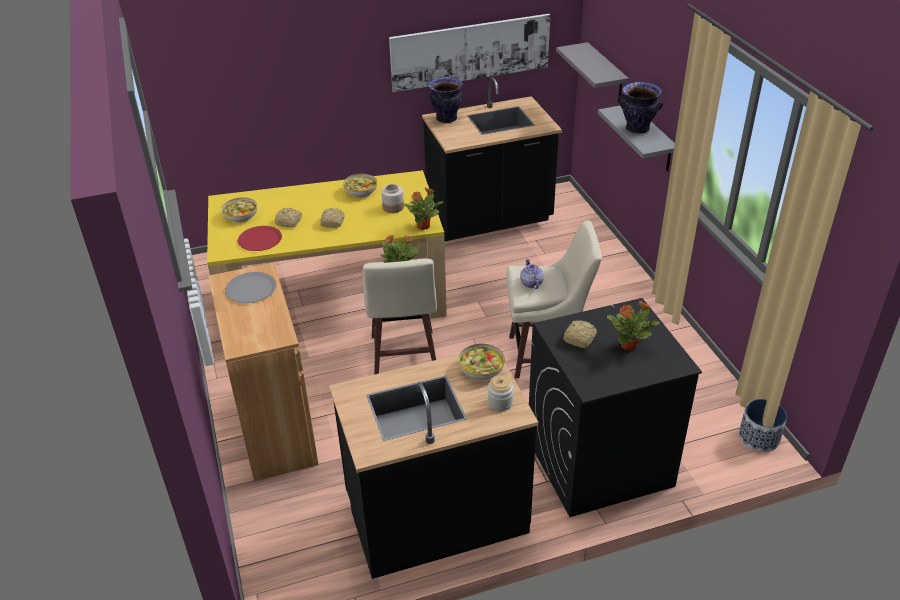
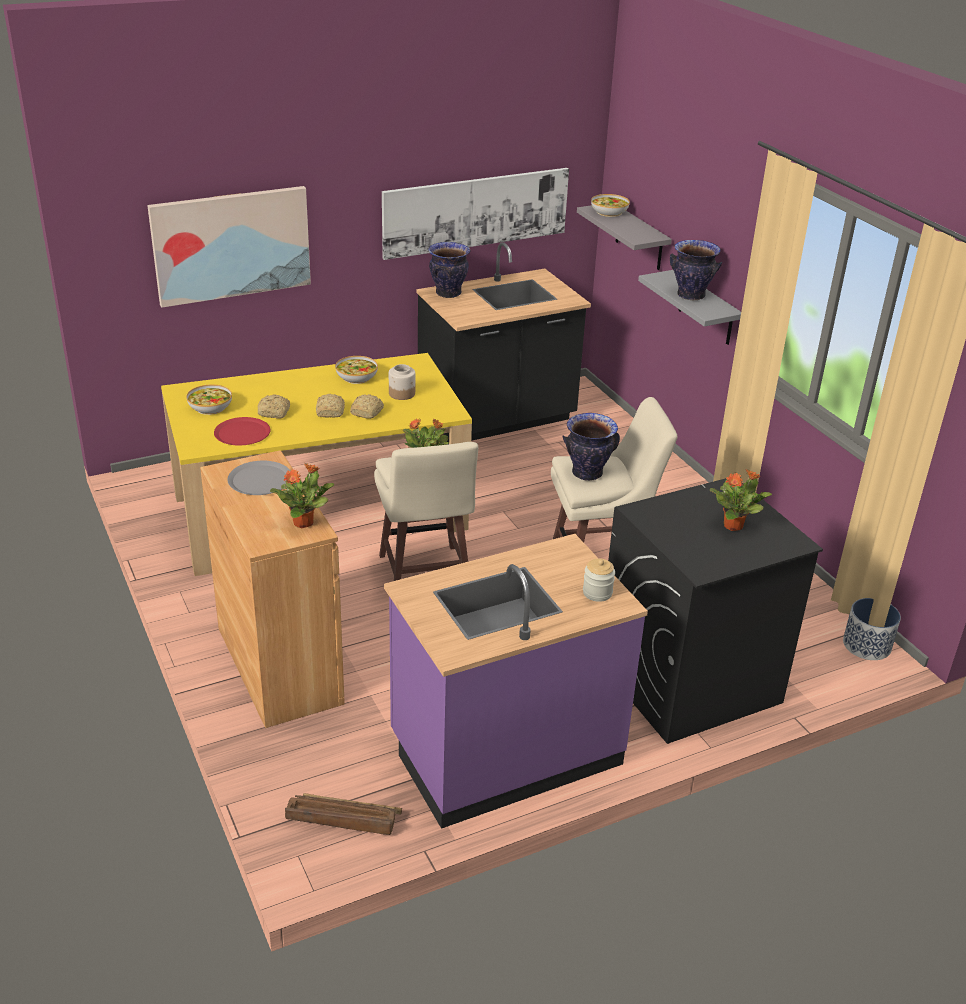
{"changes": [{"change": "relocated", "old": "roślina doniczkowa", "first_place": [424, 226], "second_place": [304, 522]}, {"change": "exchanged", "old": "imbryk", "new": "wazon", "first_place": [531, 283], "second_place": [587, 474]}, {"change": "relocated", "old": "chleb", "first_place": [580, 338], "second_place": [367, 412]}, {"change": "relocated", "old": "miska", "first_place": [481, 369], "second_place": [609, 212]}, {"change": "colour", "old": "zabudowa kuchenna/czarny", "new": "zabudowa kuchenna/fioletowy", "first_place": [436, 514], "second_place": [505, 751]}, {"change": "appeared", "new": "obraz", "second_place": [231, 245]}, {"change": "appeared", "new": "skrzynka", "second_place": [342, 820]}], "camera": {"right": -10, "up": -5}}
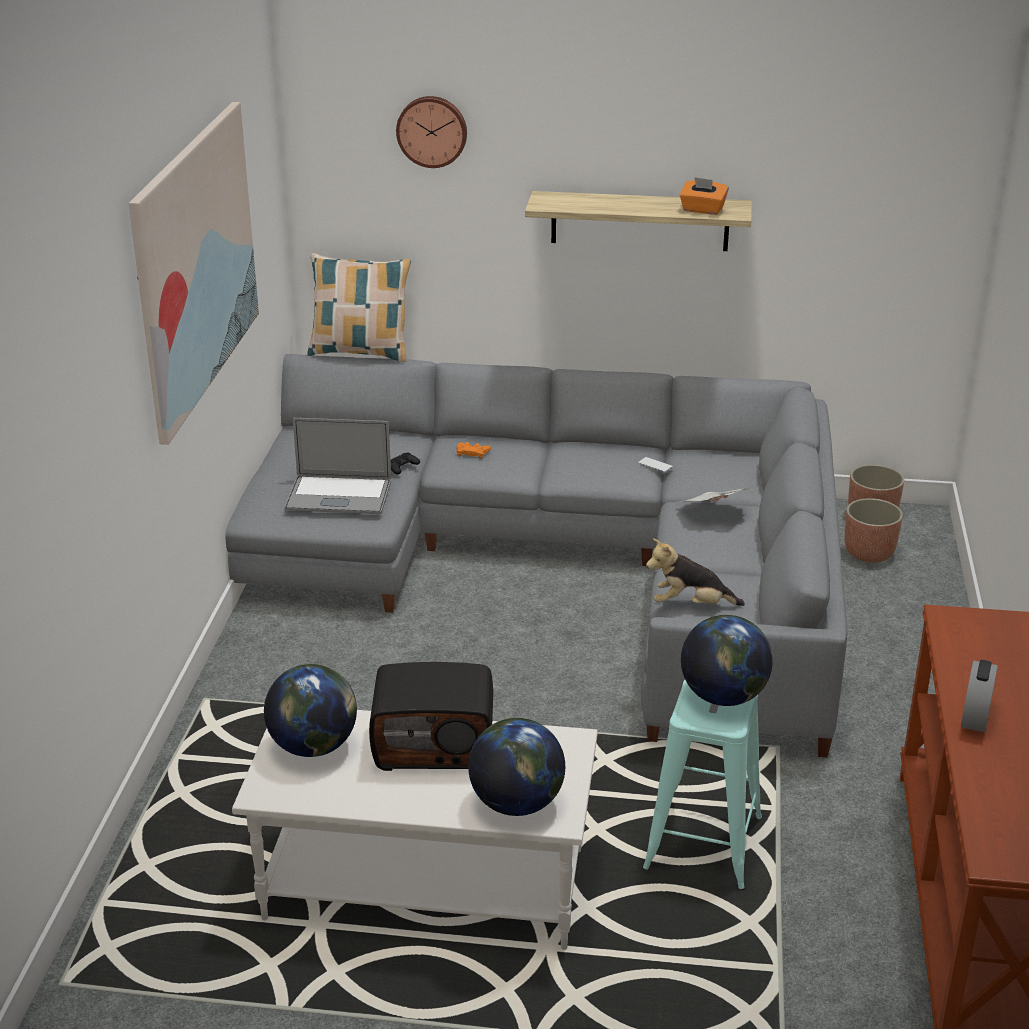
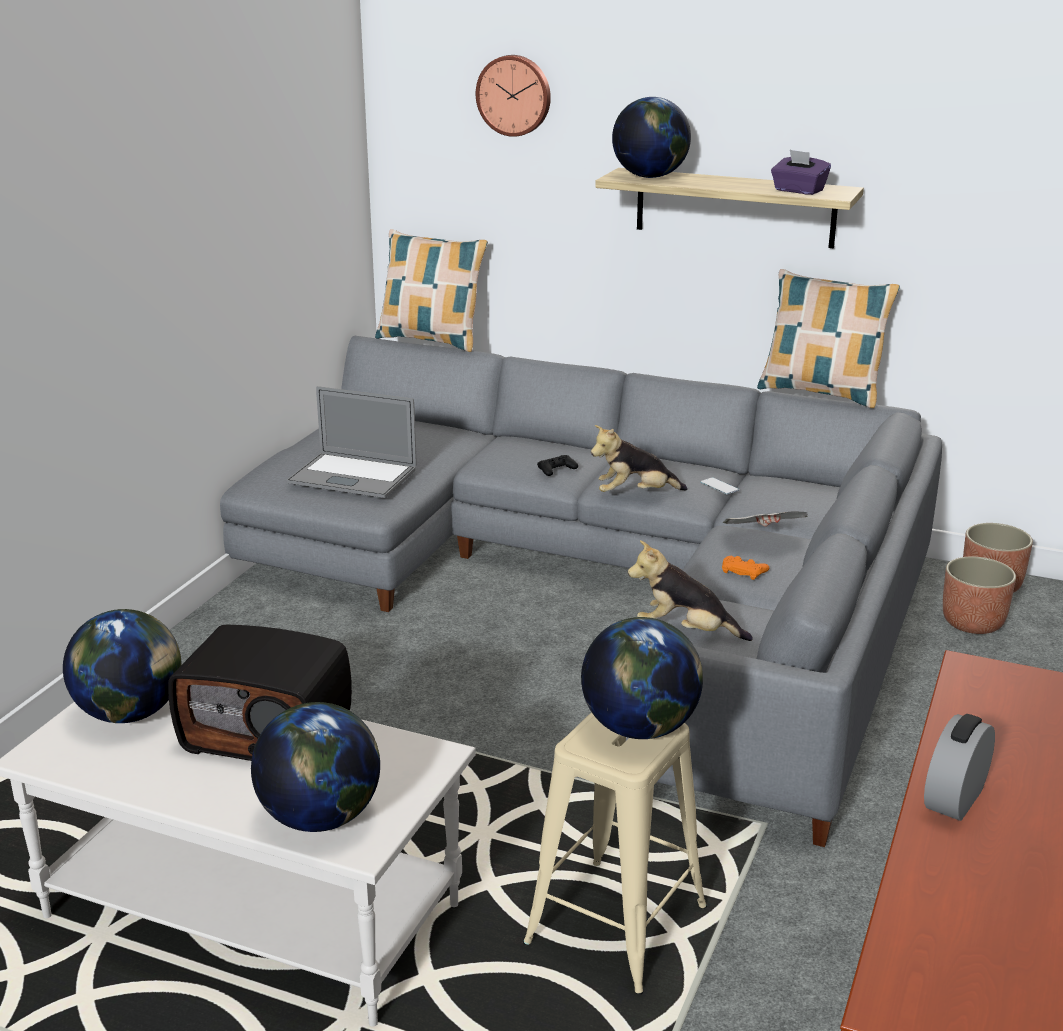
{"changes": [{"change": "missing", "old": "obraz", "first_place": [195, 264]}, {"change": "colour", "old": "pudełko chusteczek/pomarańczowy", "new": "pudełko chusteczek/fioletowy", "first_place": [702, 210], "second_place": [798, 191]}, {"change": "relocated", "old": "pad do gier/pomarańczowy", "first_place": [472, 452], "second_place": [743, 571]}, {"change": "relocated", "old": "pad do gier/czarny", "first_place": [402, 467], "second_place": [556, 469]}, {"change": "colour", "old": "stołek/turkusowy", "new": "stołek/beżowy", "first_place": [703, 843], "second_place": [616, 925]}, {"change": "appeared", "new": "globus", "second_place": [650, 177]}, {"change": "appeared", "new": "poduszka", "second_place": [821, 393]}, {"change": "appeared", "new": "pluszak", "second_place": [635, 494]}], "camera": {"right": 15, "up": -5}}
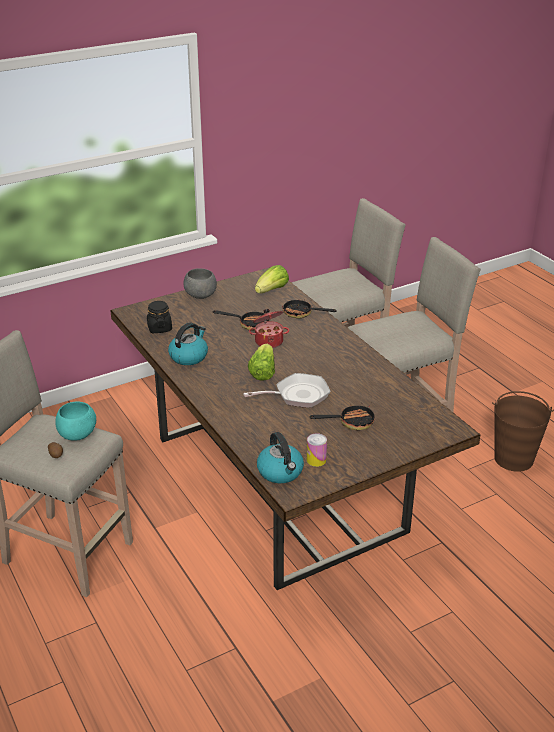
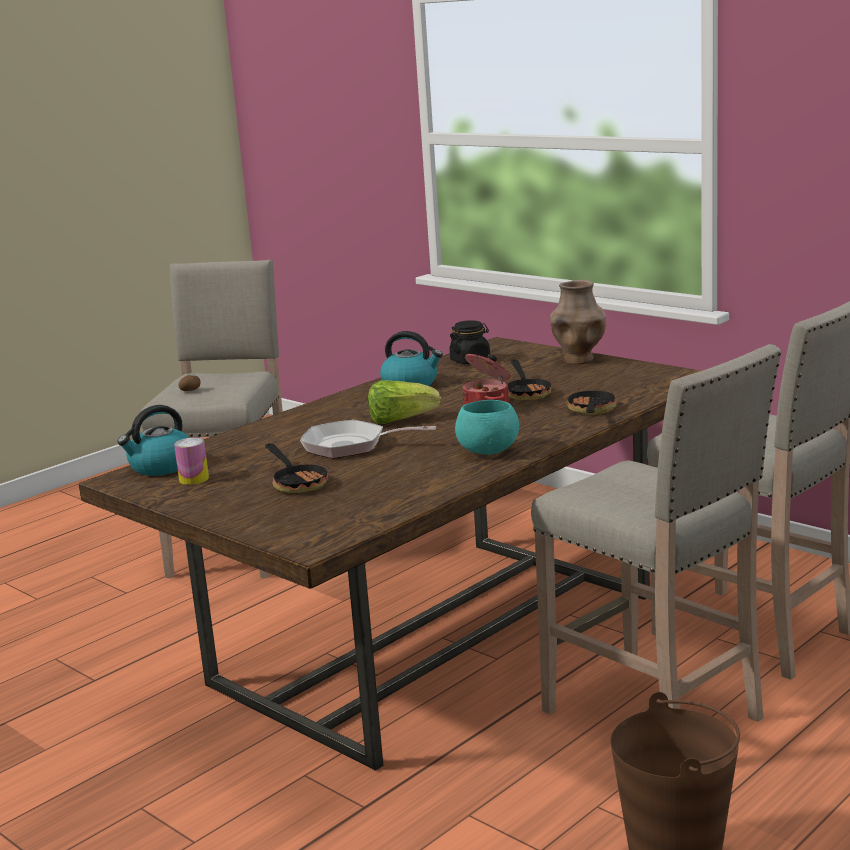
{"changes": [{"change": "missing", "old": "sałata", "first_place": [272, 290]}, {"change": "exchanged", "old": "miska/szary", "new": "wazon/brązowy", "first_place": [200, 296], "second_place": [578, 360]}, {"change": "spun", "old": "patelnia", "first_place": [297, 395], "second_place": [351, 446], "degrees": 135}, {"change": "relocated", "old": "miska/turkusowy", "first_place": [78, 435], "second_place": [489, 452]}], "camera": {"right": 75, "up": -15}}
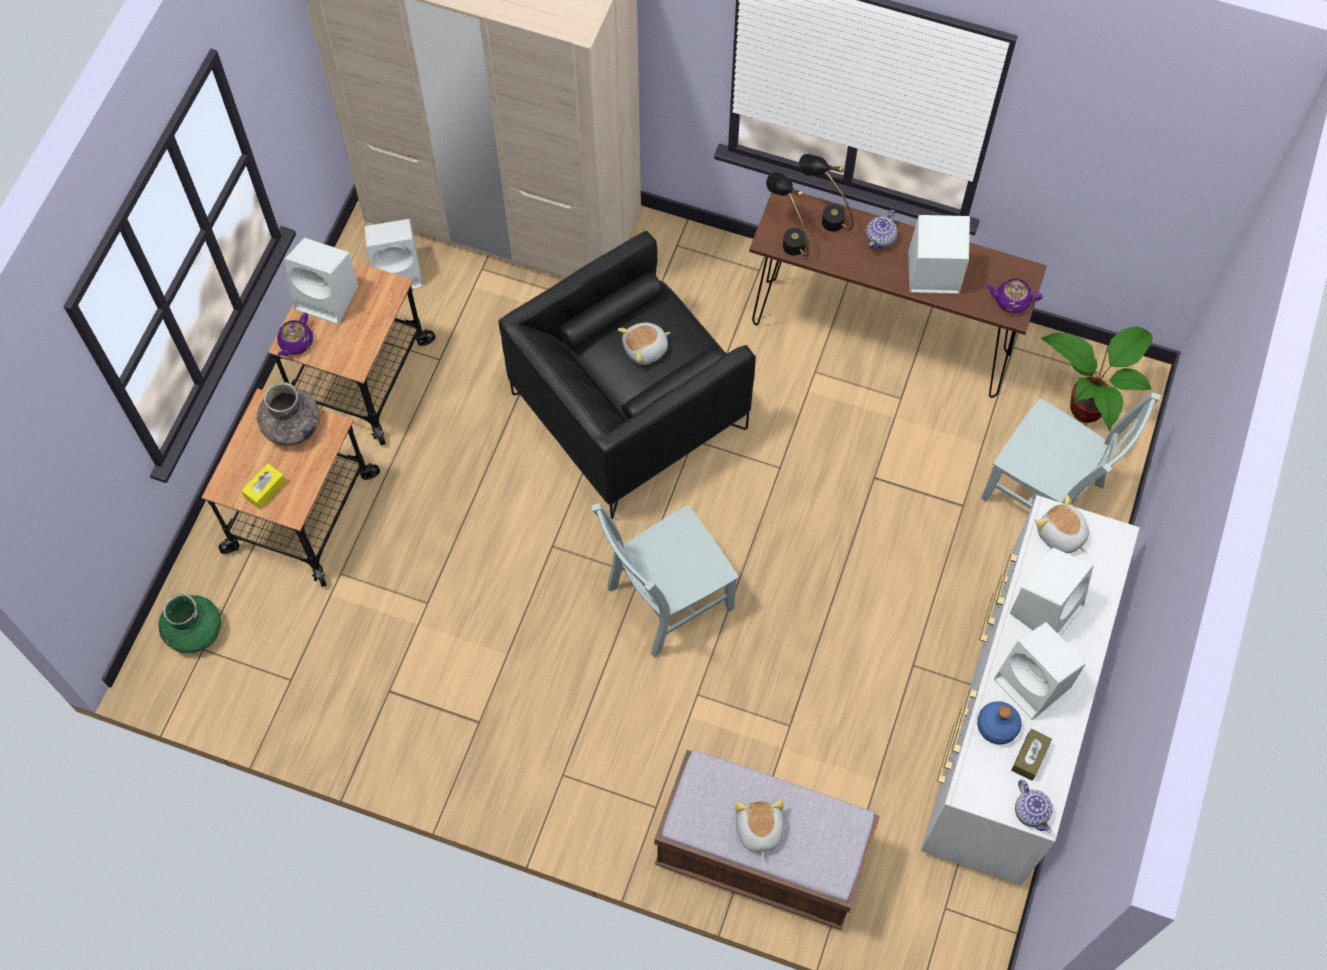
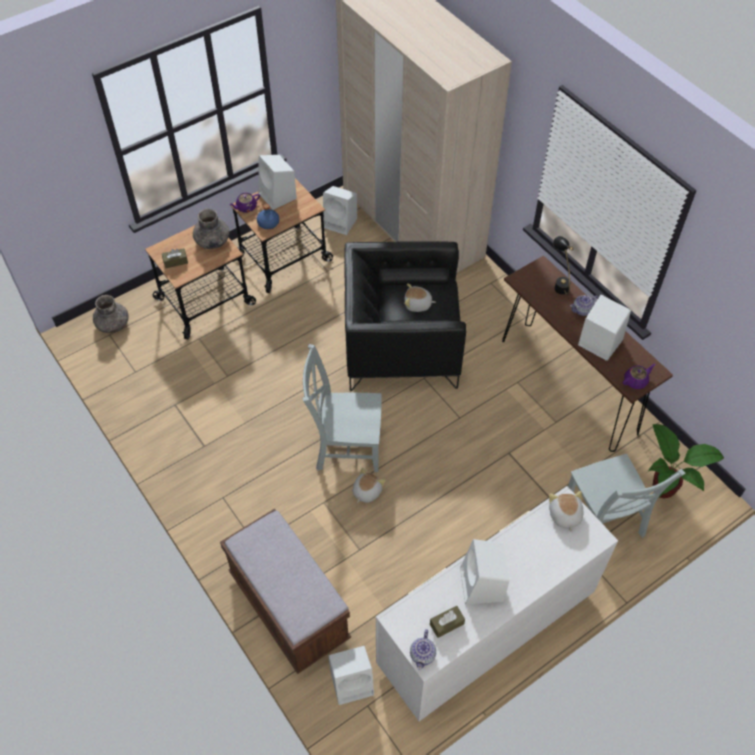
{"changes": [{"change": "missing", "old": "lampa stołowa/czarny", "first_place": [787, 237]}, {"change": "spun", "old": "imbryk/fioletowy", "first_place": [1011, 301], "second_place": [636, 381], "degrees": 105}, {"change": "colour", "old": "pudełko chusteczek/żółty", "new": "pudełko chusteczek/brązowy", "first_place": [265, 489], "second_place": [175, 261]}, {"change": "relocated", "old": "głośnik/biały", "first_place": [1047, 607], "second_place": [353, 682]}, {"change": "colour", "old": "wazon/zielony", "new": "wazon/szary", "first_place": [194, 630], "second_place": [113, 324]}, {"change": "relocated", "old": "butelka/niebieski", "first_place": [997, 726], "second_place": [268, 223]}, {"change": "relocated", "old": "pluszak", "first_place": [758, 830], "second_place": [366, 491]}], "camera": {"right": 35, "up": -10}}
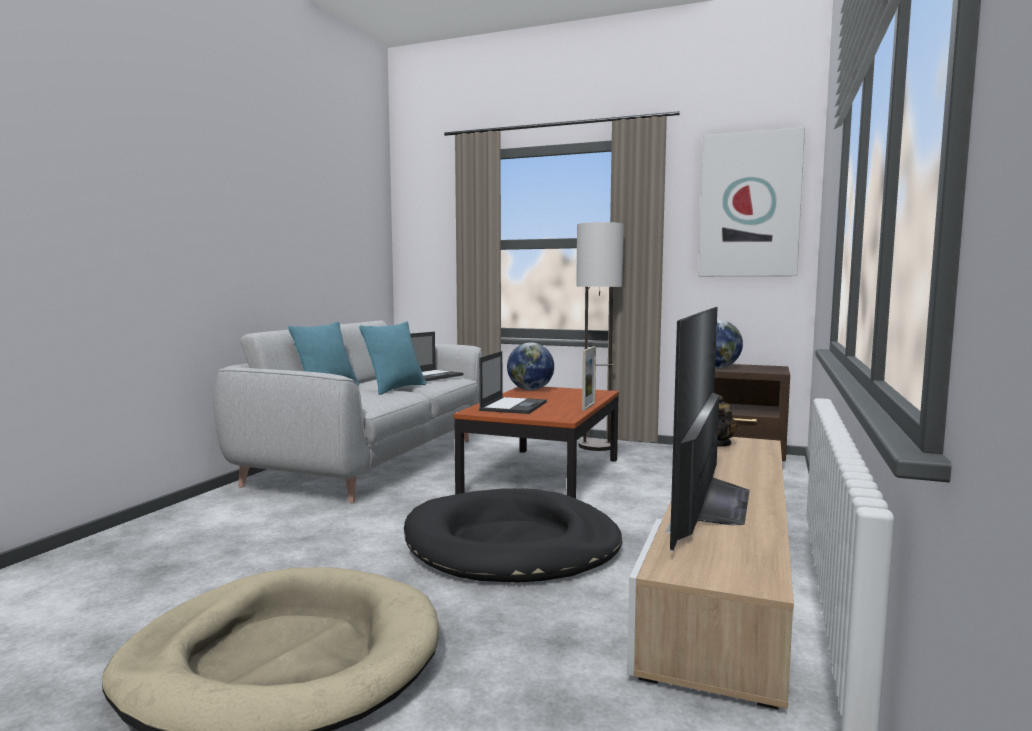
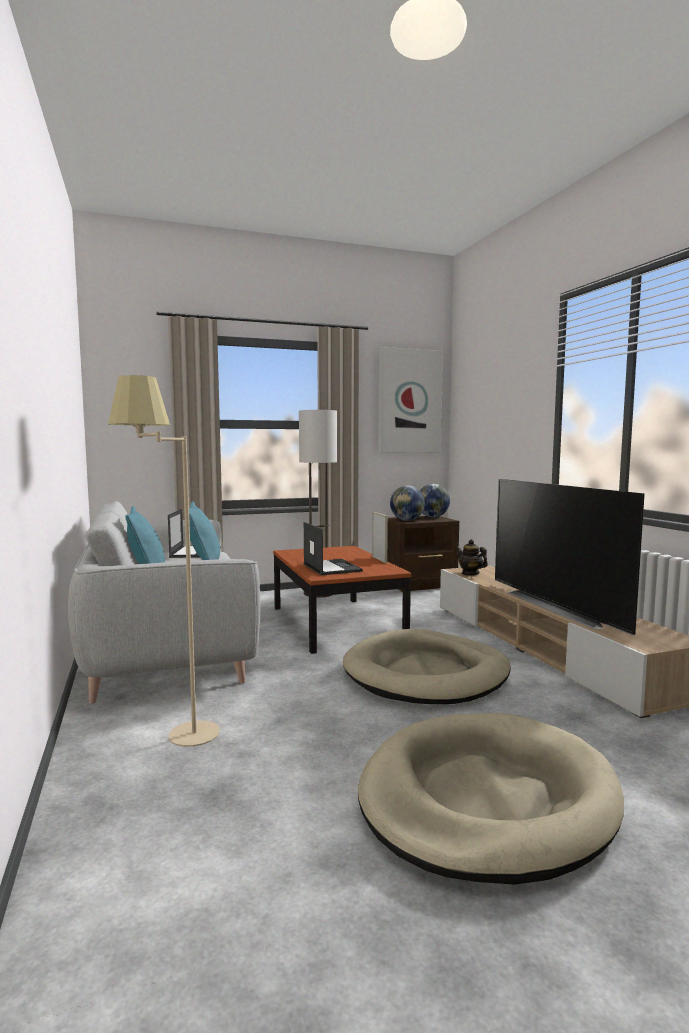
{"changes": [{"change": "relocated", "old": "globus", "first_place": [530, 390], "second_place": [432, 517]}, {"change": "colour", "old": "legowisko/czarny", "new": "legowisko/beżowy", "first_place": [512, 544], "second_place": [426, 673]}, {"change": "appeared", "new": "lampa stojąca/beżowy", "second_place": [171, 733]}], "camera": {"right": -40, "up": 0}}
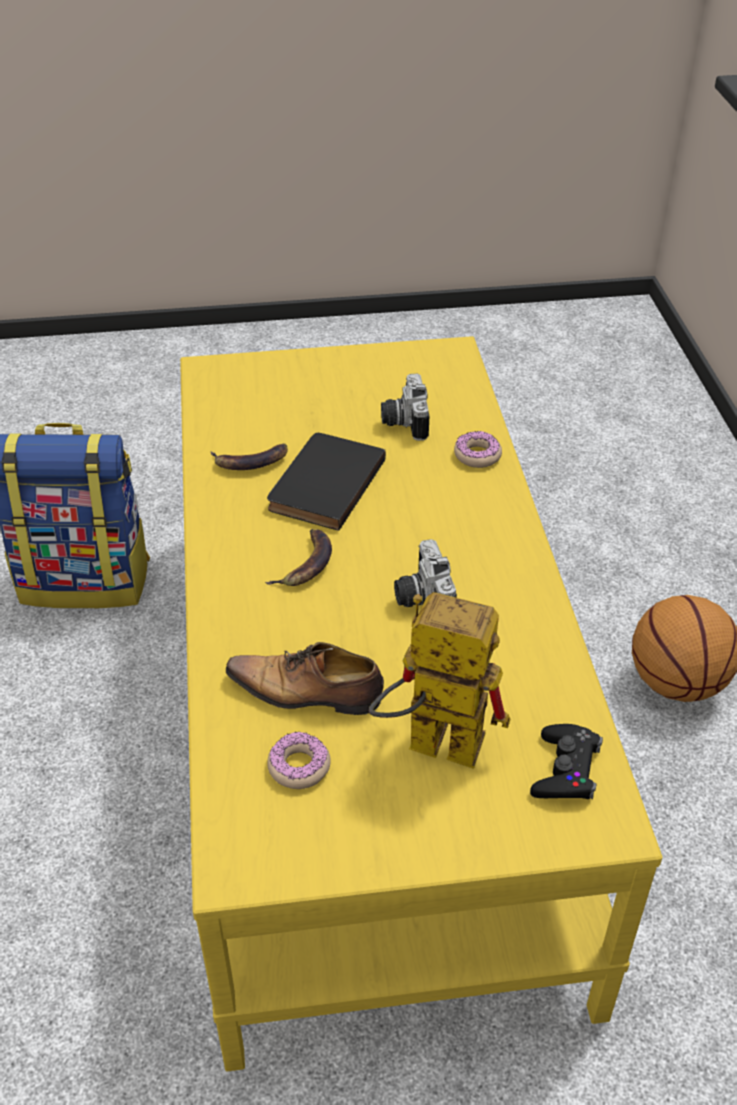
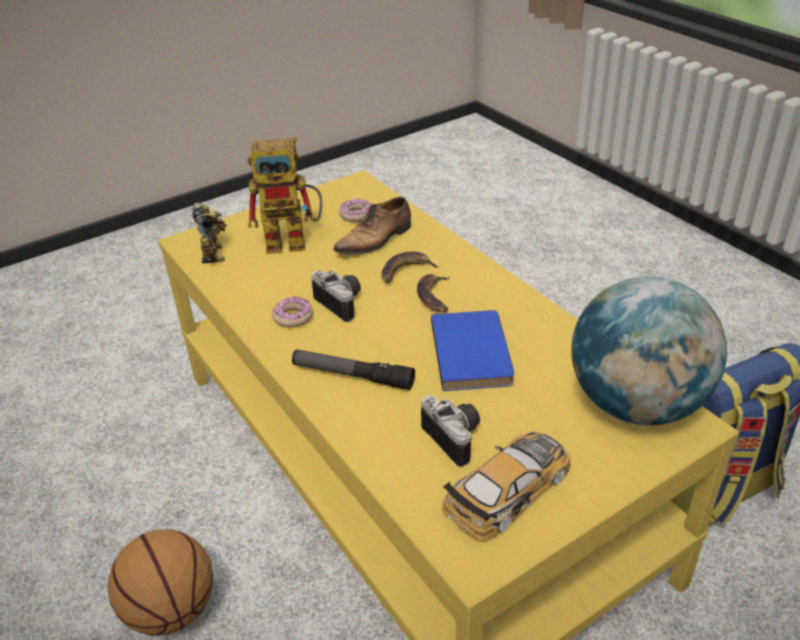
{"changes": [{"change": "relocated", "old": "donut", "first_place": [477, 455], "second_place": [293, 317]}, {"change": "colour", "old": "książka/czarny", "new": "książka/niebieski", "first_place": [323, 483], "second_place": [474, 353]}, {"change": "relocated", "old": "banan", "first_place": [251, 461], "second_place": [405, 271]}, {"change": "spun", "old": "but", "first_place": [307, 692], "second_place": [376, 240], "degrees": 150}, {"change": "exchanged", "old": "pad do gier/czarny", "new": "robot zabawkowy", "first_place": [565, 770], "second_place": [215, 253]}, {"change": "appeared", "new": "globus", "second_place": [636, 405]}, {"change": "appeared", "new": "latarka", "second_place": [352, 376]}, {"change": "appeared", "new": "samochodzik", "second_place": [509, 489]}], "camera": {"right": 155, "up": -5}}
